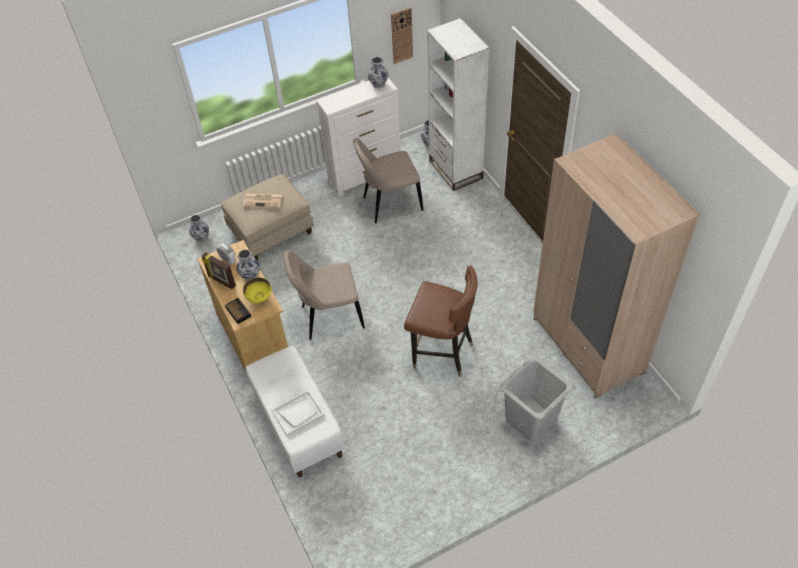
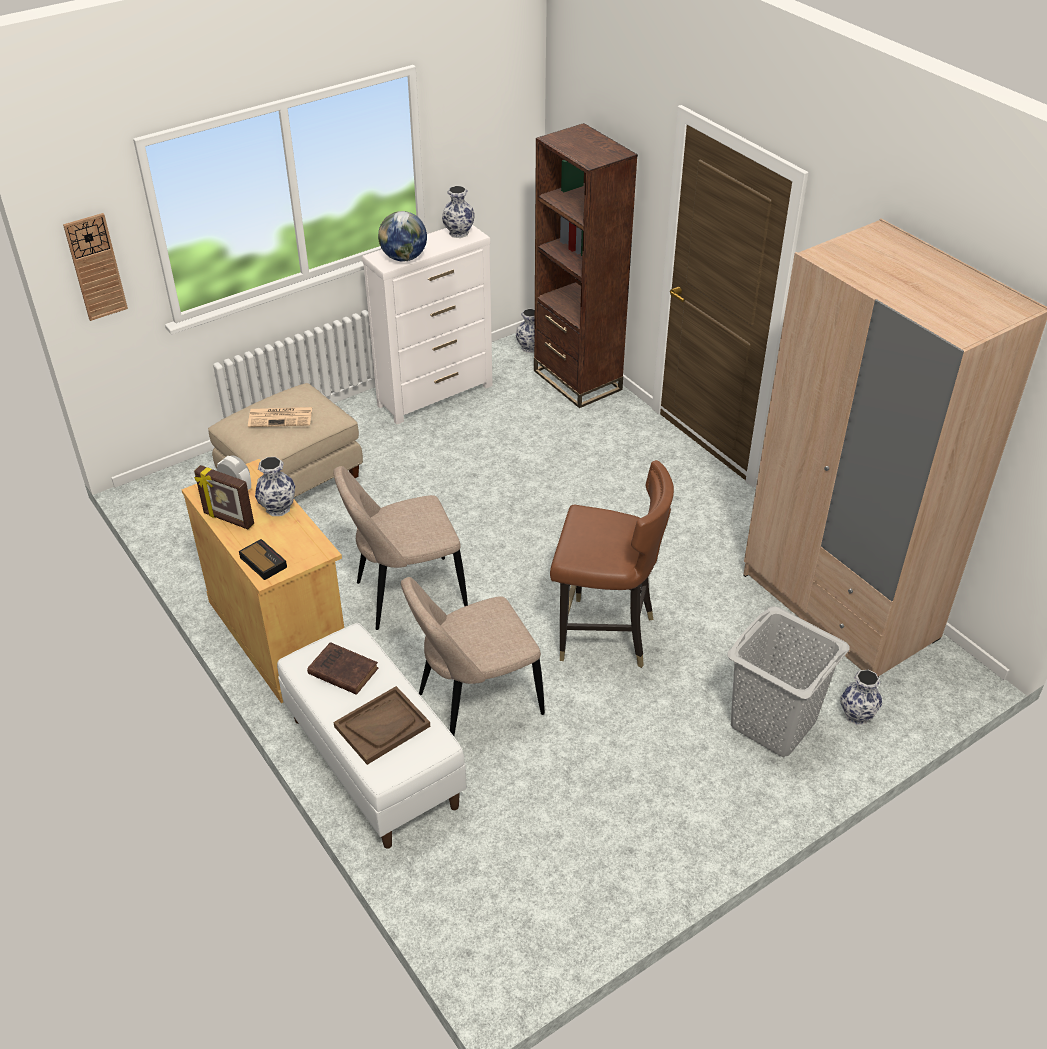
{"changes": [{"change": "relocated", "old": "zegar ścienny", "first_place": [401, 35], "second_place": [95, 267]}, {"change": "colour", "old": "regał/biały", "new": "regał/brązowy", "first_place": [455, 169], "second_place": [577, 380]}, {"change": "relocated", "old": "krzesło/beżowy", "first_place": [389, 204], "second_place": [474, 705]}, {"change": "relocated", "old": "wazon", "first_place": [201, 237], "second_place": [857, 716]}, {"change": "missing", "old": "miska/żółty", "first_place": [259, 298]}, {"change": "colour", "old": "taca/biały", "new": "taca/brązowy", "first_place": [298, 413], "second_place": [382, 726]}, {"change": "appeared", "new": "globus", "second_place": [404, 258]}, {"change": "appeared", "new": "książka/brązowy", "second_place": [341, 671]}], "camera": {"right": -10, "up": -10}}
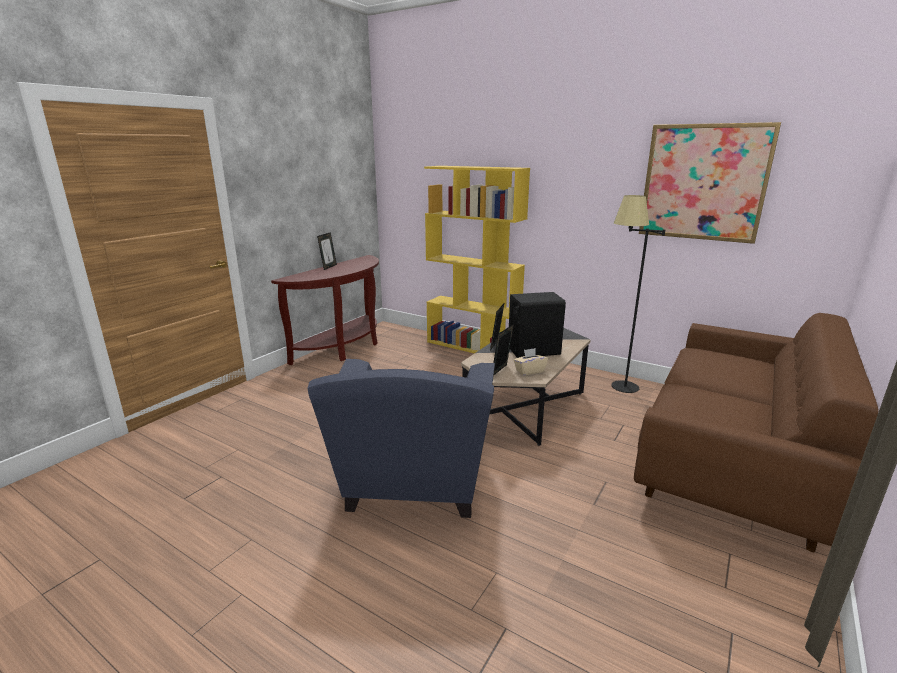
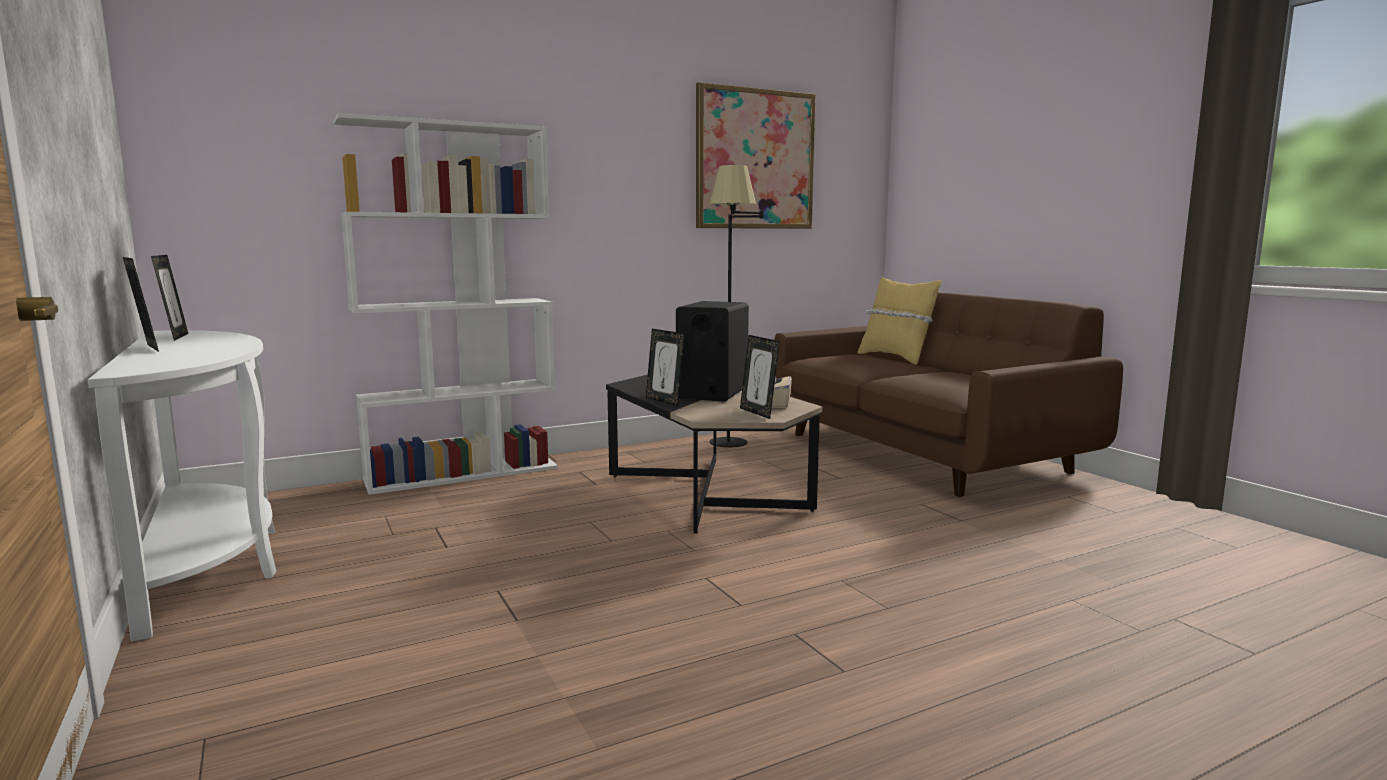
{"changes": [{"change": "colour", "old": "regał/żółty", "new": "regał/biały", "first_place": [473, 347], "second_place": [463, 473]}, {"change": "colour", "old": "stolik konsolowy/brązowy", "new": "stolik konsolowy/biały", "first_place": [344, 348], "second_place": [210, 562]}, {"change": "missing", "old": "fotel/niebieski", "first_place": [413, 485]}, {"change": "appeared", "new": "ramka na zdjęcie", "second_place": [175, 337]}, {"change": "appeared", "new": "poduszka/żółty", "second_place": [895, 358]}], "camera": {"right": -60, "up": -10}}
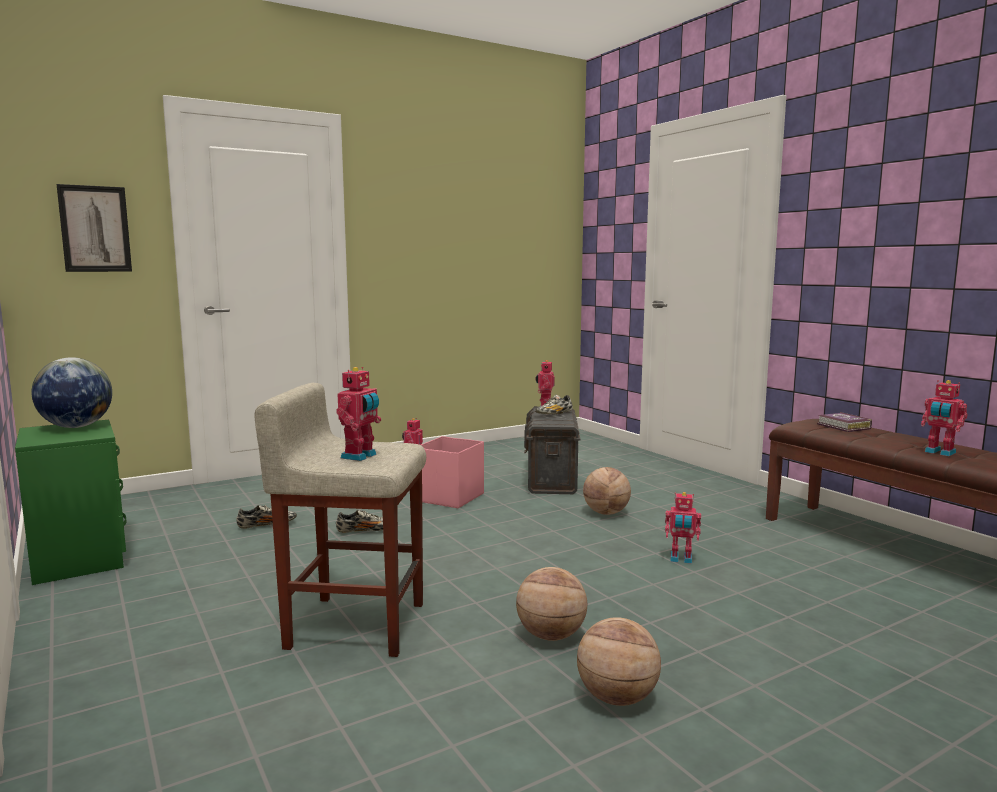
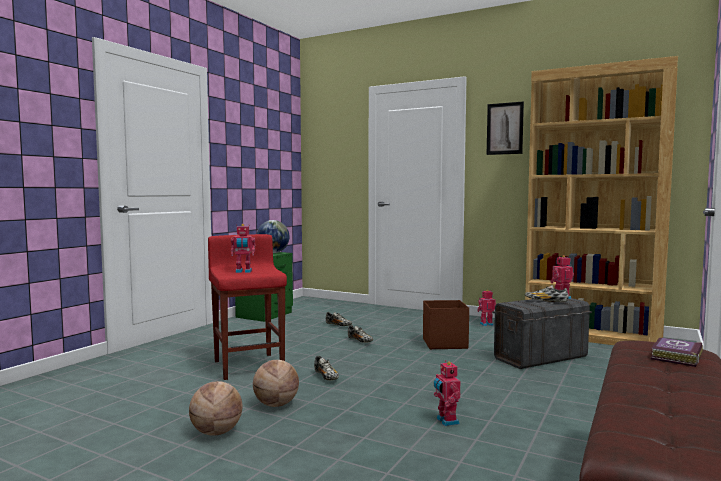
{"changes": [{"change": "relocated", "old": "obraz", "first_place": [95, 229], "second_place": [504, 128]}, {"change": "missing", "old": "robot zabawkowy", "first_place": [939, 452]}, {"change": "colour", "old": "stołek/beżowy", "new": "stołek/czerwony", "first_place": [354, 625], "second_place": [248, 365]}, {"change": "colour", "old": "pojemnik do przechowywania/różowy", "new": "pojemnik do przechowywania/brązowy", "first_place": [449, 497], "second_place": [444, 343]}, {"change": "missing", "old": "piłka do koszykówki", "first_place": [606, 513]}, {"change": "appeared", "new": "regał/brązowy", "second_place": [592, 336]}, {"change": "appeared", "new": "but", "second_place": [326, 377]}], "camera": {"right": 60, "up": -5}}
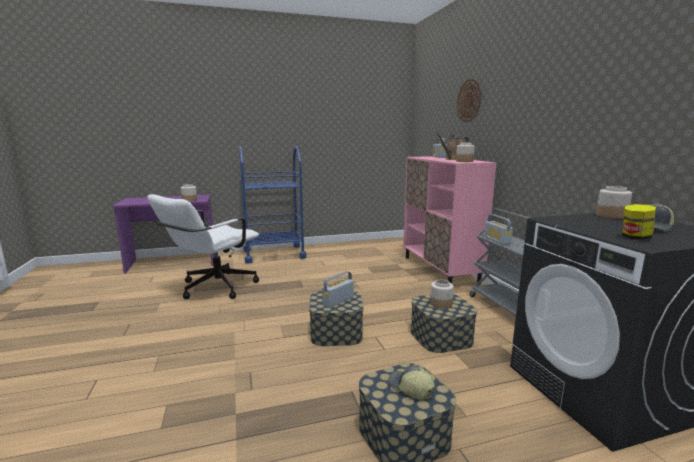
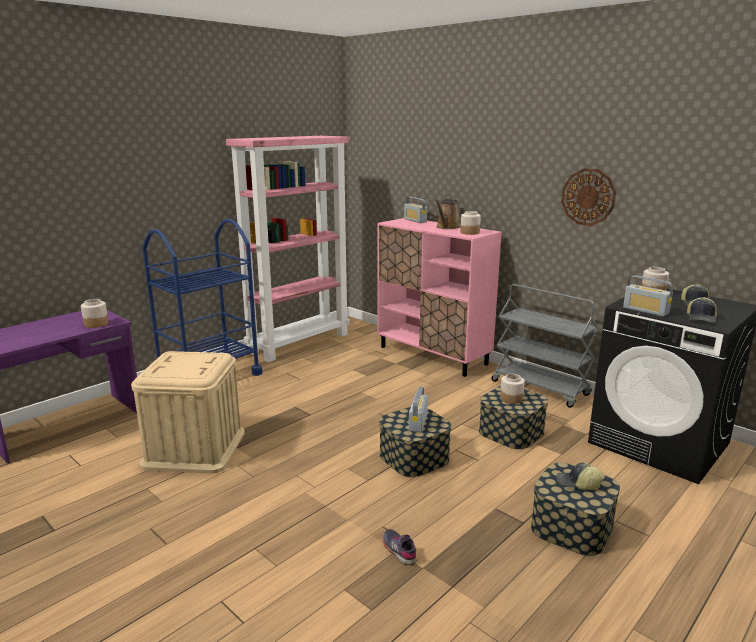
{"changes": [{"change": "relocated", "old": "zegar ścienny", "first_place": [469, 100], "second_place": [588, 197]}, {"change": "exchanged", "old": "krzesło biurowe/biały", "new": "pojemnik do przechowywania/beżowy", "first_place": [212, 289], "second_place": [194, 448]}, {"change": "exchanged", "old": "słoik", "new": "czapka z daszkiem", "first_place": [635, 238], "second_place": [701, 318]}, {"change": "relocated", "old": "radio", "first_place": [497, 240], "second_place": [645, 311]}, {"change": "appeared", "new": "regał/różowy", "second_place": [299, 343]}, {"change": "appeared", "new": "but/szary", "second_place": [399, 550]}], "camera": {"right": -30, "up": 5}}
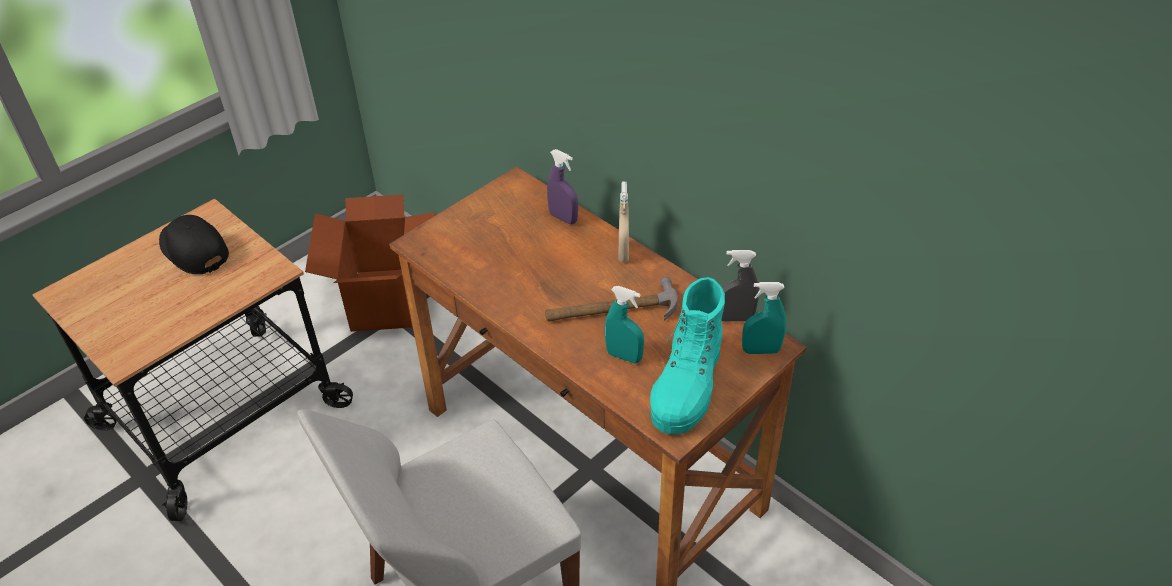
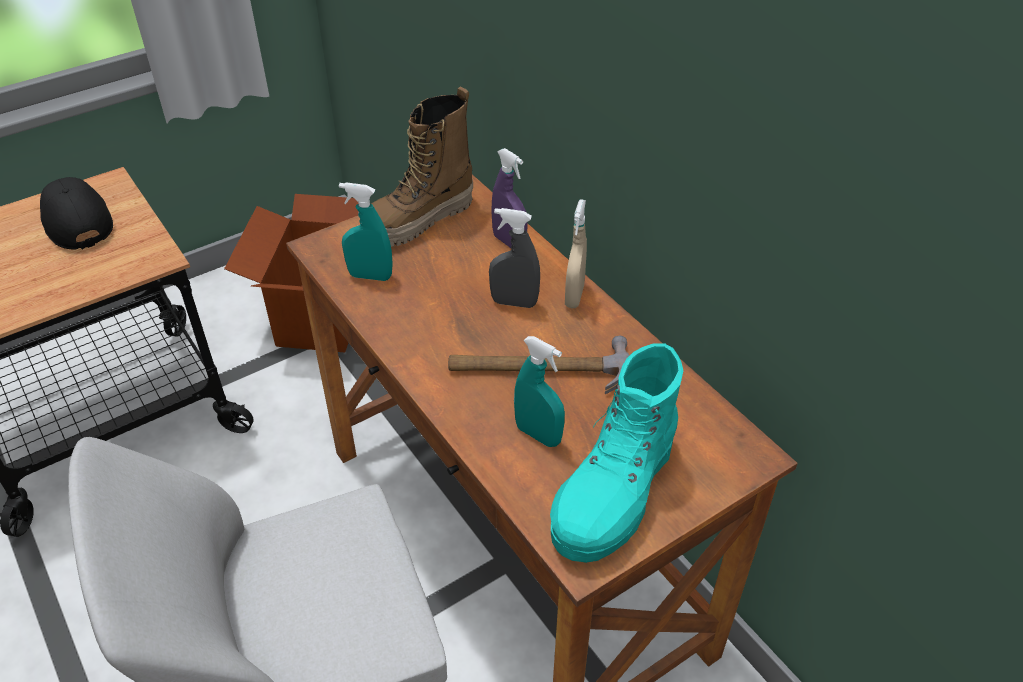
{"changes": [{"change": "relocated", "old": "spryskiwacz/szary", "first_place": [735, 318], "second_place": [514, 302]}, {"change": "relocated", "old": "spryskiwacz/turkusowy", "first_place": [761, 350], "second_place": [370, 276]}, {"change": "appeared", "new": "but z cholewką", "second_place": [419, 221]}], "camera": {"right": 10, "up": 0}}
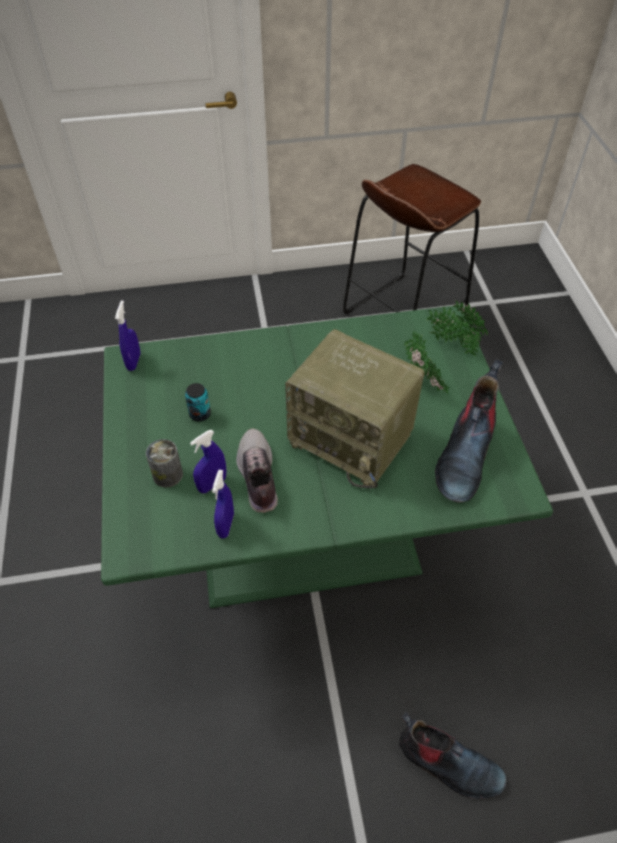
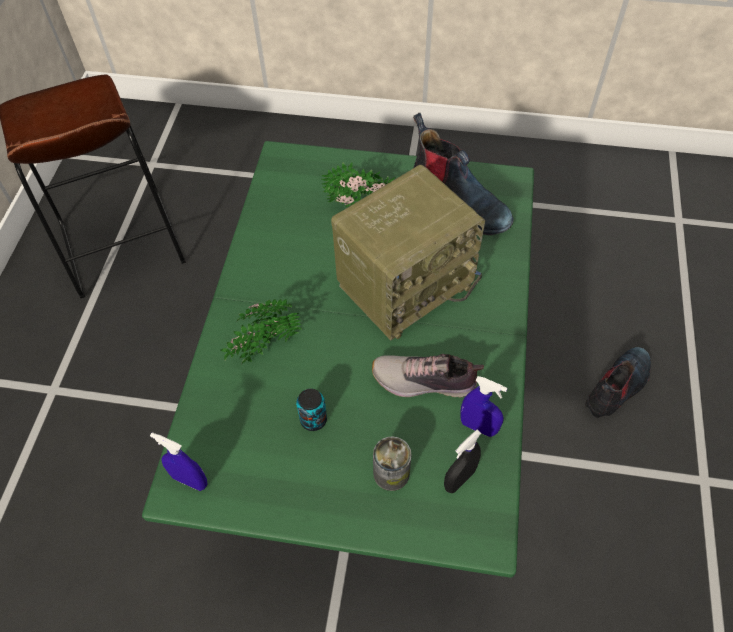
{"changes": [{"change": "relocated", "old": "roślina doniczkowa", "first_place": [453, 344], "second_place": [264, 348]}, {"change": "missing", "old": "spryskiwacz/niebieski", "first_place": [212, 484]}, {"change": "appeared", "new": "spryskiwacz/czarny", "second_place": [459, 479]}], "camera": {"right": -70, "up": 5}}
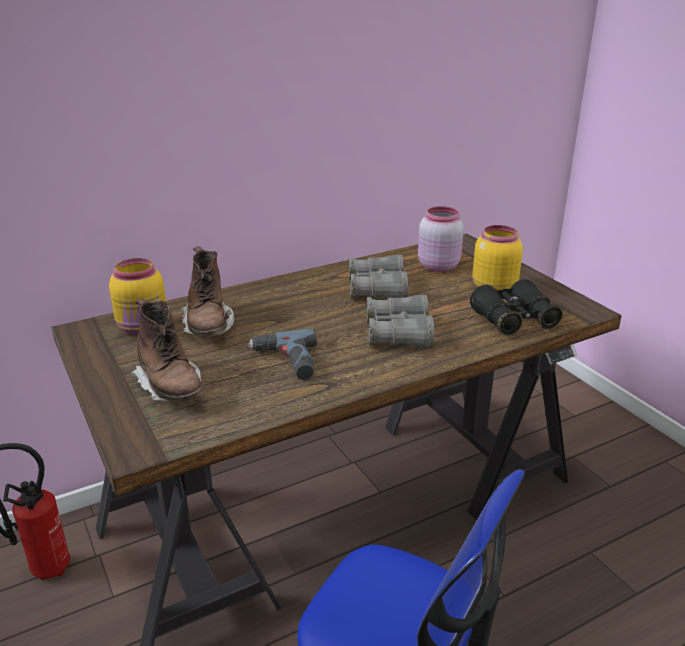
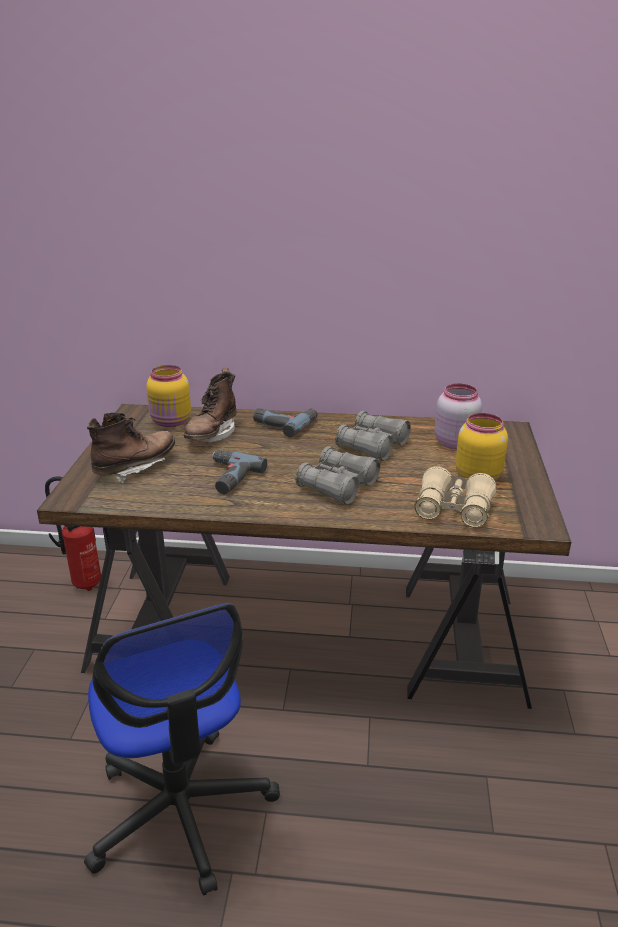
{"changes": [{"change": "colour", "old": "lornetka/czarny", "new": "lornetka/beżowy", "first_place": [514, 320], "second_place": [453, 509]}, {"change": "spun", "old": "but z cholewką/brązowy", "first_place": [171, 387], "second_place": [135, 467], "degrees": -135}, {"change": "appeared", "new": "wiertarka", "second_place": [285, 423]}], "camera": {"right": 35, "up": 0}}
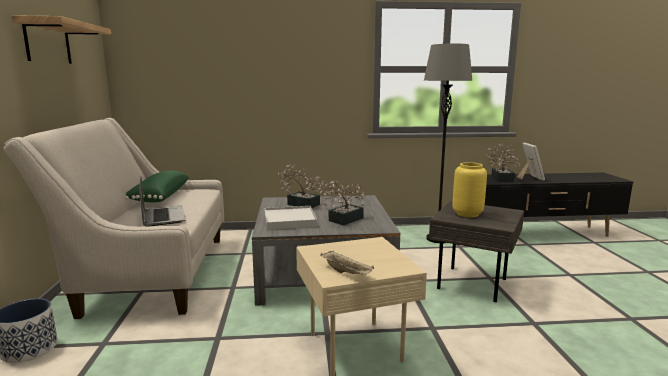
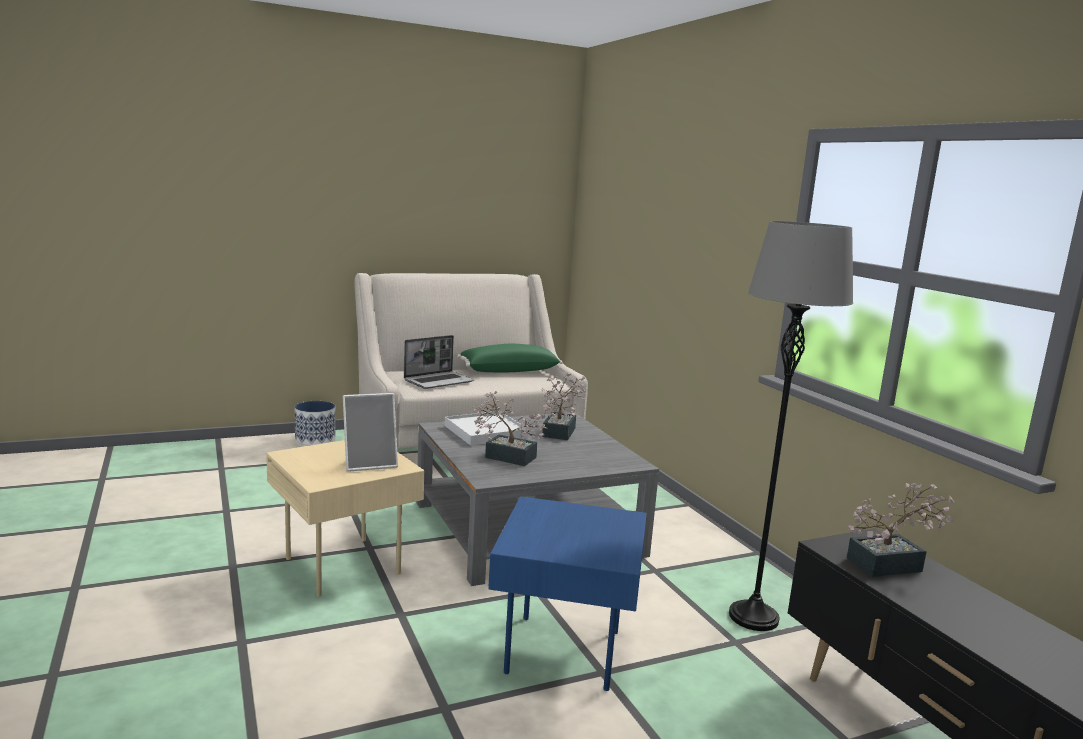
{"changes": [{"change": "missing", "old": "półka", "first_place": [48, 42]}, {"change": "relocated", "old": "ramka na zdjęcie", "first_place": [529, 178], "second_place": [370, 463]}, {"change": "missing", "old": "wazon/żółty", "first_place": [466, 214]}, {"change": "colour", "old": "stolik/szary", "new": "stolik/niebieski", "first_place": [474, 283], "second_place": [566, 654]}, {"change": "missing", "old": "taca/beżowy", "first_place": [347, 273]}], "camera": {"right": 70, "up": 0}}
